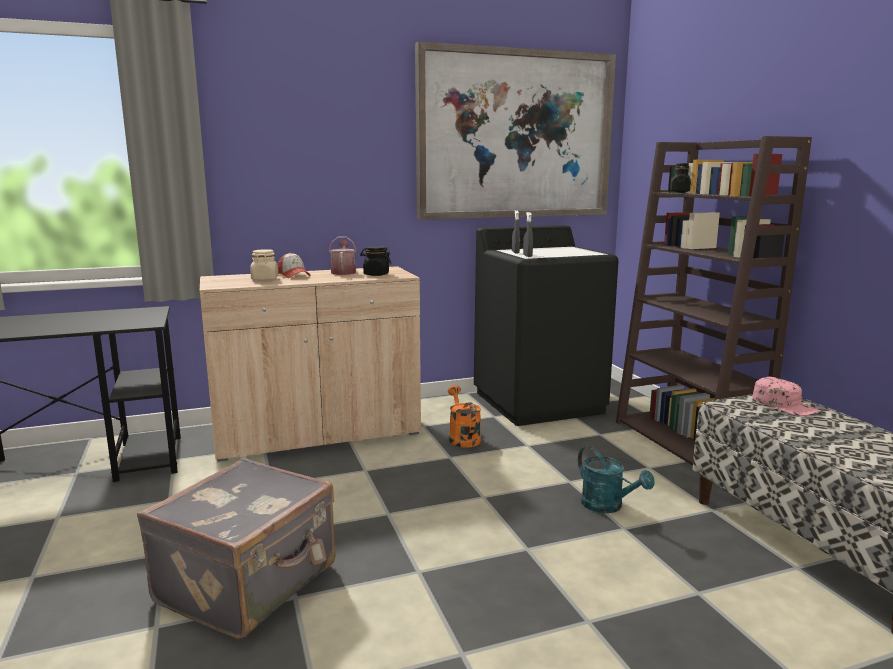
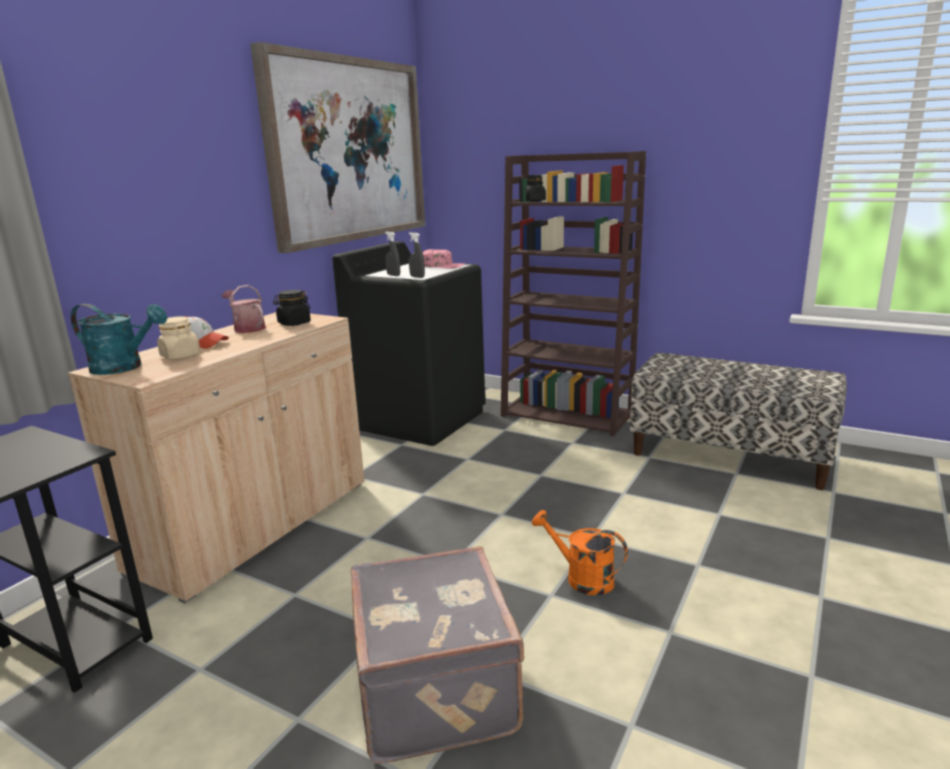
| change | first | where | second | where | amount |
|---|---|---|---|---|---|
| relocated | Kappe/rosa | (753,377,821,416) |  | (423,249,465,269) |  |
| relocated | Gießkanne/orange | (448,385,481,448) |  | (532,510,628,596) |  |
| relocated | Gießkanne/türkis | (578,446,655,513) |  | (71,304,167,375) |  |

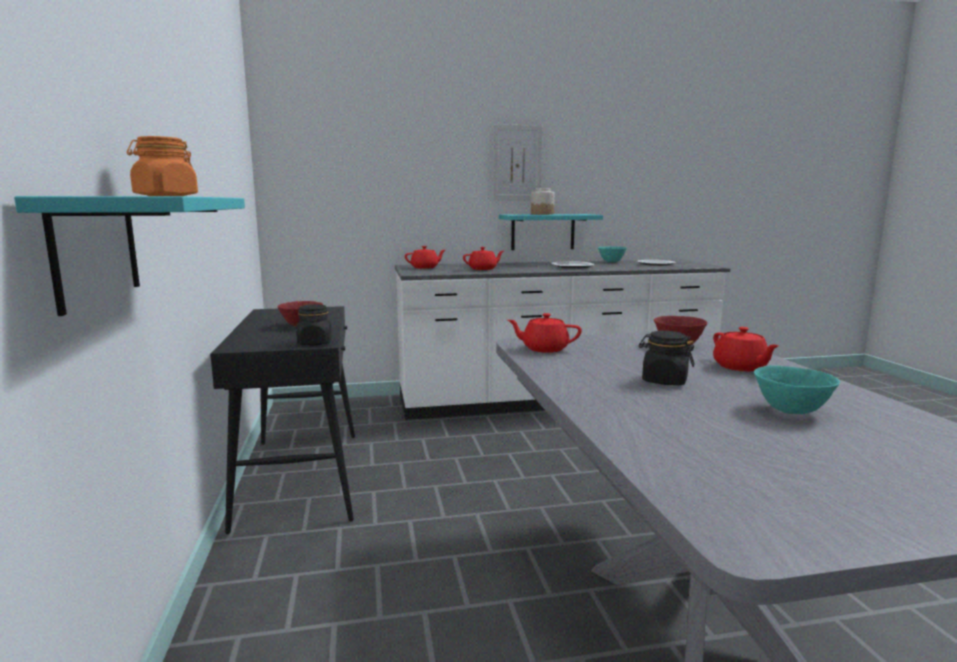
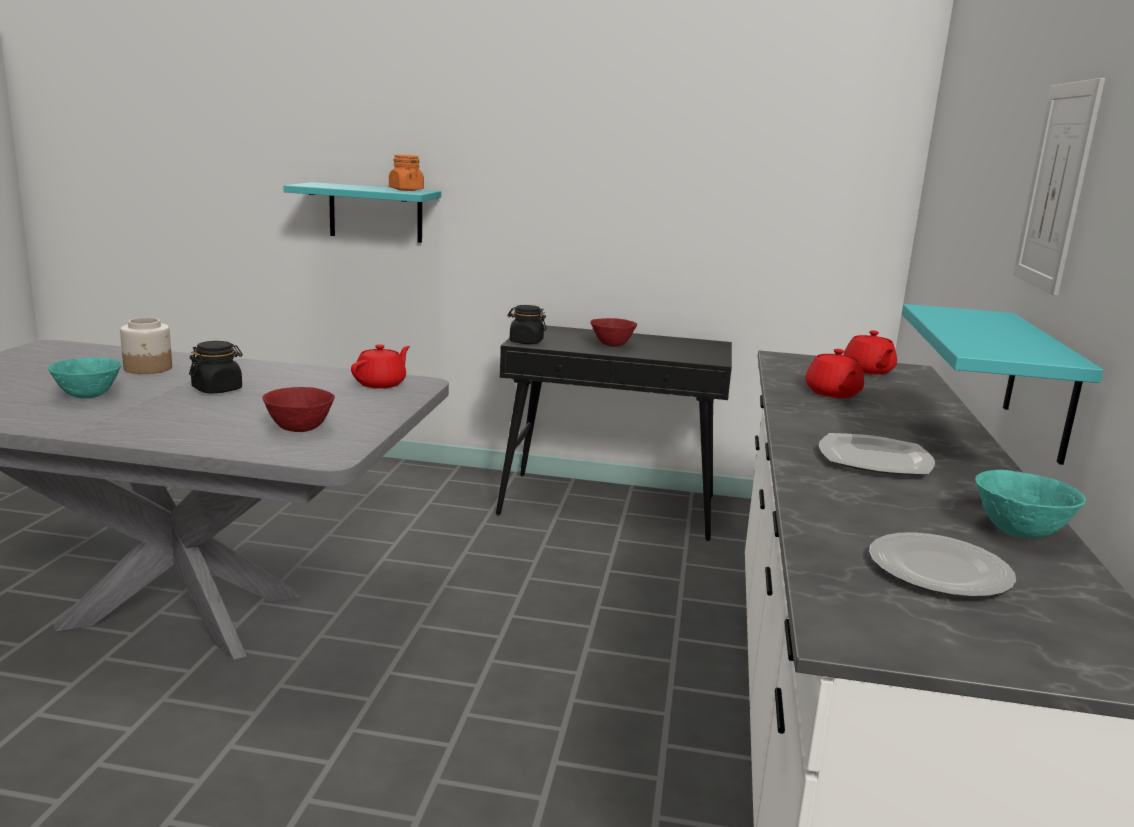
| change | first | where | second | where | amount |
|---|---|---|---|---|---|
| relocated | Vorratsglas | (531,188,555,215) |  | (120,318,172,374) |  |
| missing | Teekanne/rot | (713,327,779,371) |  |  |  |

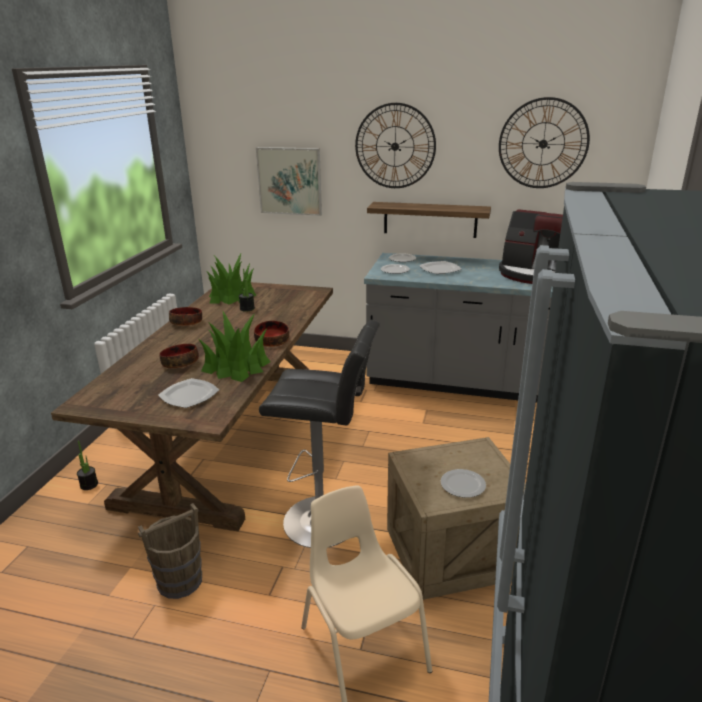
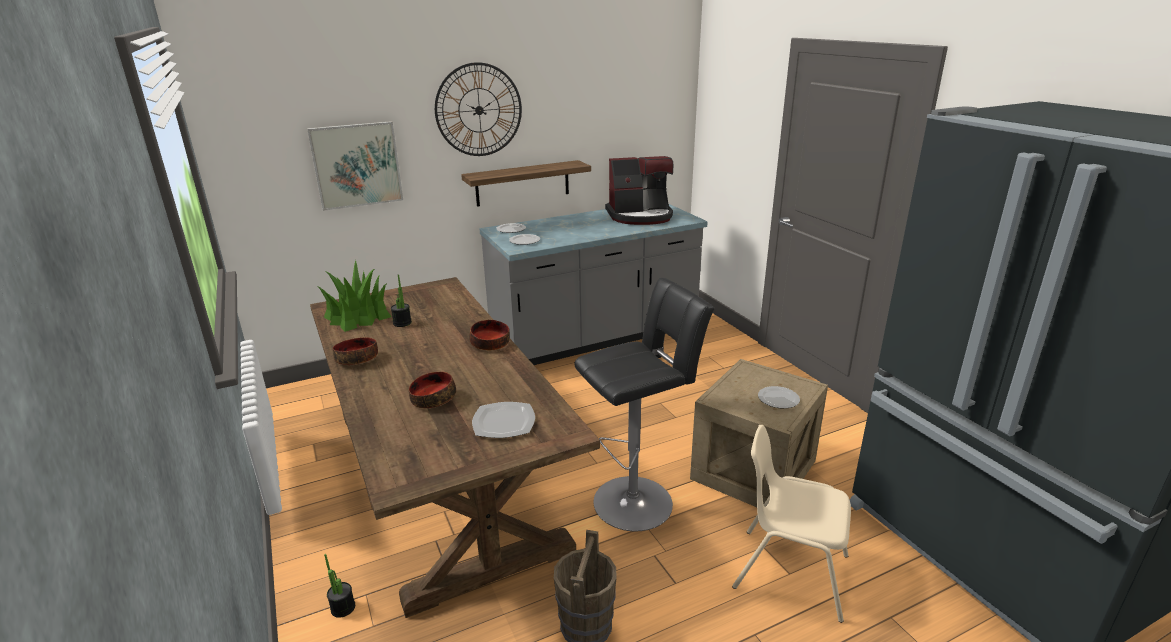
| change | first | where | second | where | amount |
|---|---|---|---|---|---|
| missing | Wanduhr | (499,97,590,188) |  |  |  |
| missing | Teller | (420,261,462,274) |  |  |  |
| missing | Topfpflanze | (199,310,271,382) |  |  |  |

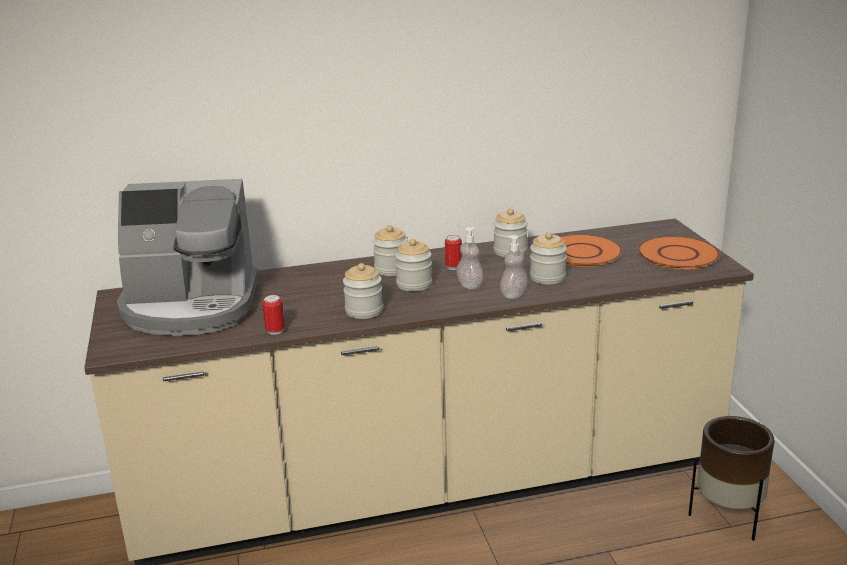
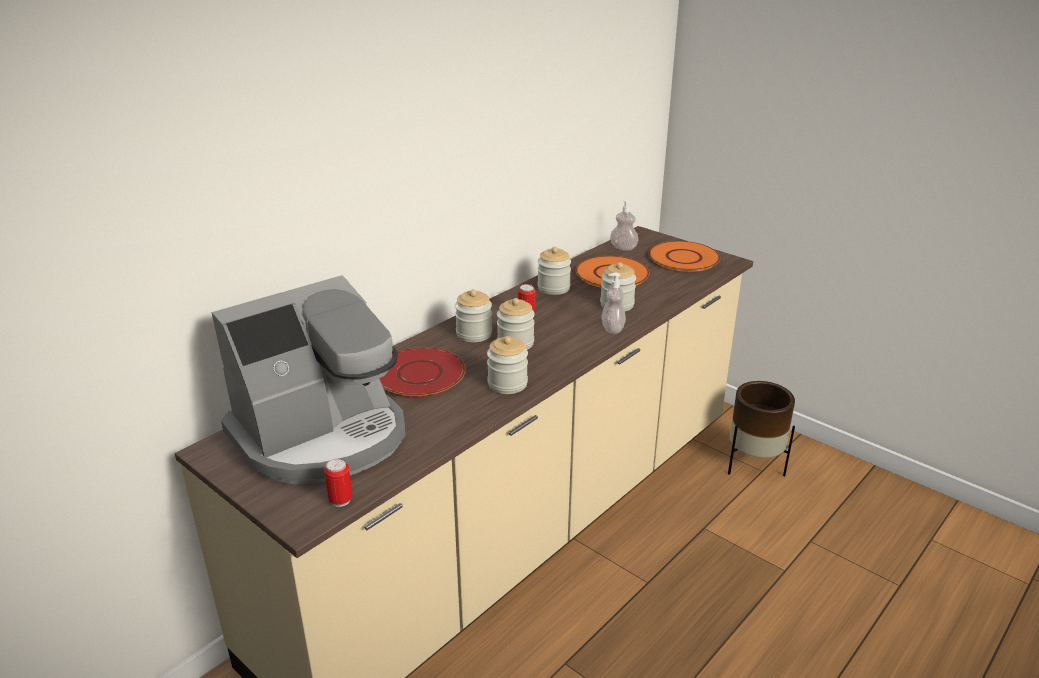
| change | first | where | second | where | amount |
|---|---|---|---|---|---|
| relocated | Seifenspender | (456,227,484,289) |  | (610,199,639,251) |  |
| relocated | Dose | (263,295,285,335) |  | (324,459,352,507) |  |
| appeared |  |  | Teller/rot | (379,347,466,397) |  |

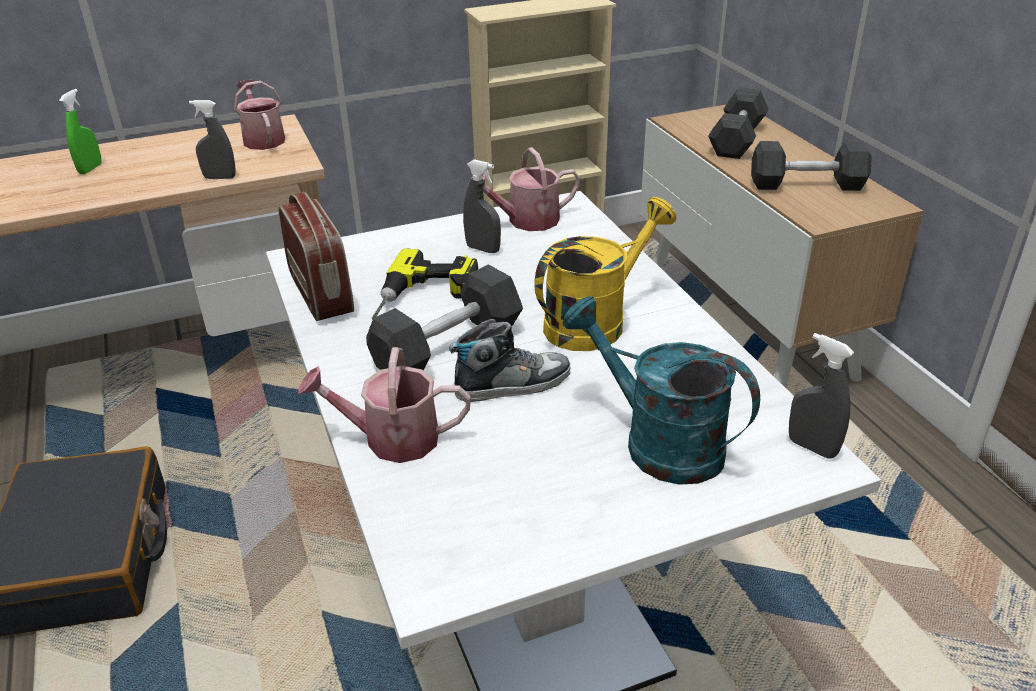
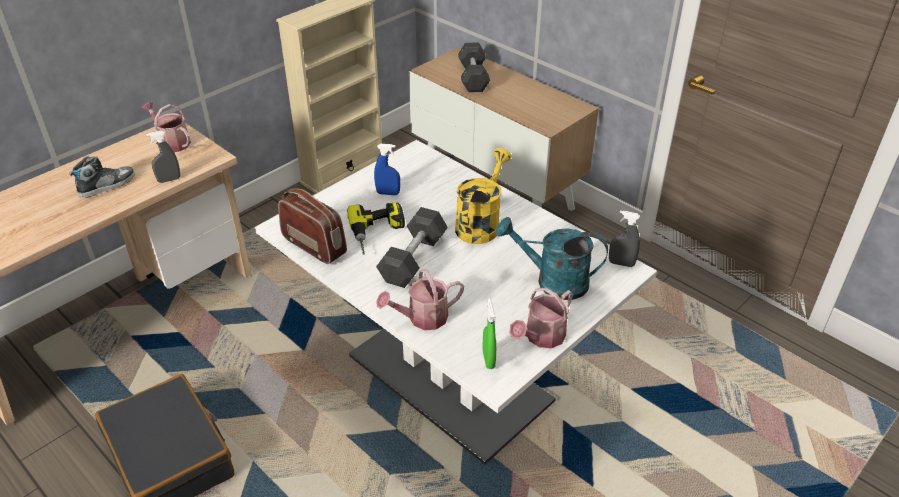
| change | first | where | second | where | amount |
|---|---|---|---|---|---|
| relocated | Sprühflasche/grün | (59,89,102,174) |  | (483,298,496,369) |  |
| missing | Hantel/grau | (751,141,872,191) |  |  |  |
| relocated | Gießkanne | (468,147,580,231) |  | (509,287,573,348) |  |
| colour | Sprühflasche/grau | (463,159,501,253) | Sprühflasche/blau | (374,144,400,195) |  |
| relocated | Schuh | (449,319,571,402) |  | (69,156,135,198) |  |

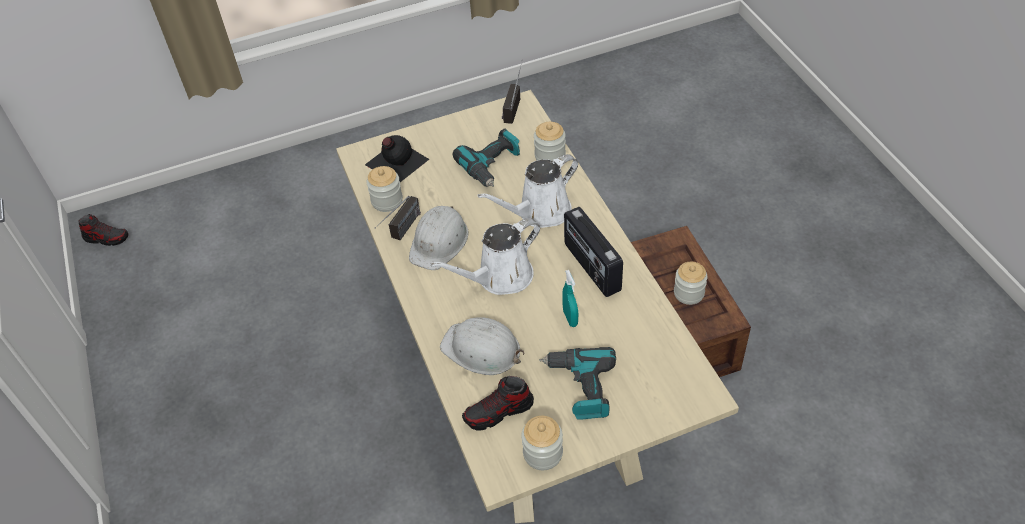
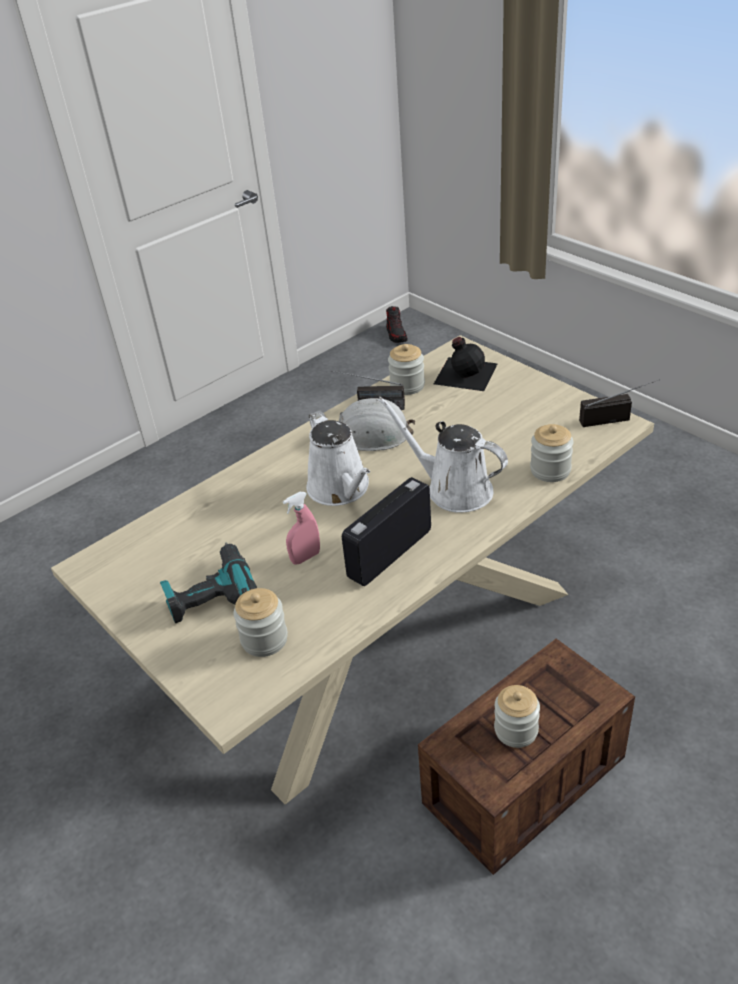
| change | first | where | second | where | amount |
|---|---|---|---|---|---|
| missing | Bohrmaschine | (453,128,520,187) |  |  |  |
| spun | Gießkanne/weiß | (430,218,540,295) |  | (306,411,370,506) | 150 degrees counterclockwise |
| colour | Sprühflasche/türkis | (562,270,578,327) | Sprühflasche/rosa | (283,492,320,565) |  |
| missing | Schutzhelm/weiß | (440,317,524,375) |  |  |  |
| missing | Schuh | (462,376,534,431) |  |  |  |
| relocated | Vorratsglas | (521,416,563,470) |  | (234,588,288,657) |  |

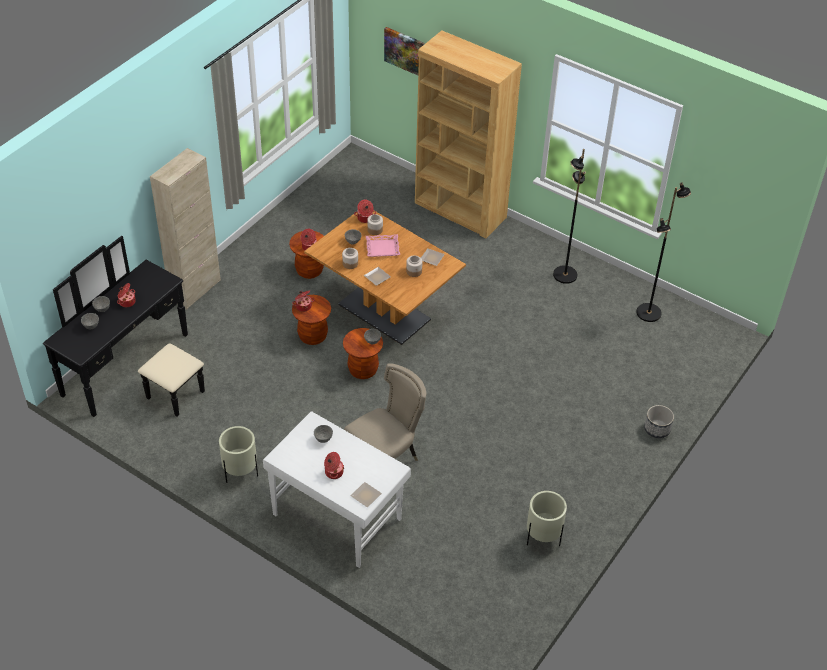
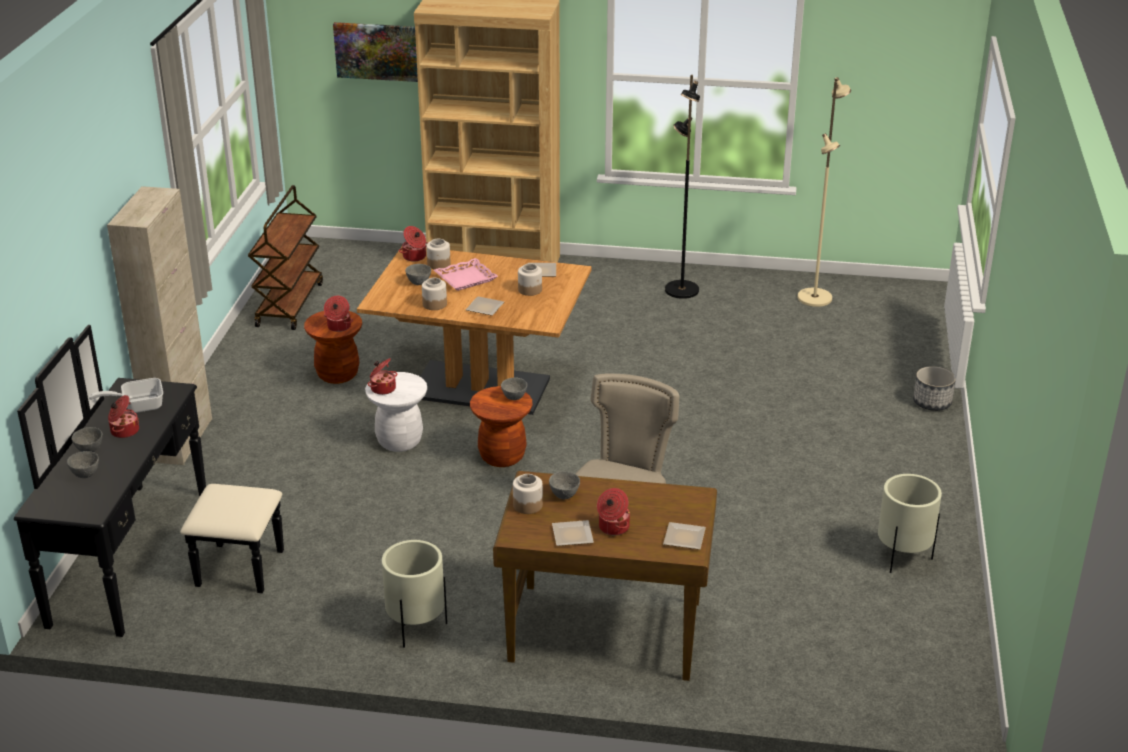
| change | first | where | second | where | amount |
|---|---|---|---|---|---|
| colour | Stehlampe/schwarz | (636,182,691,322) | Stehlampe/beige | (797,77,851,307) |  |
| colour | Hocker/braun | (292,295,331,345) | Hocker/weiß | (365,372,427,452) |  |
| colour | Schreibtisch/weiß | (263,411,411,568) | Schreibtisch/braun | (493,471,717,681) |  |
| appeared |  |  | Rollwagen/braun | (248,185,323,330) |  |
| appeared |  |  | Pfanne | (89,378,163,413) |  |
| appeared |  |  | Vorratsglas | (513,474,543,514) |  |
| appeared |  |  | Teller | (552,520,594,546) |  |

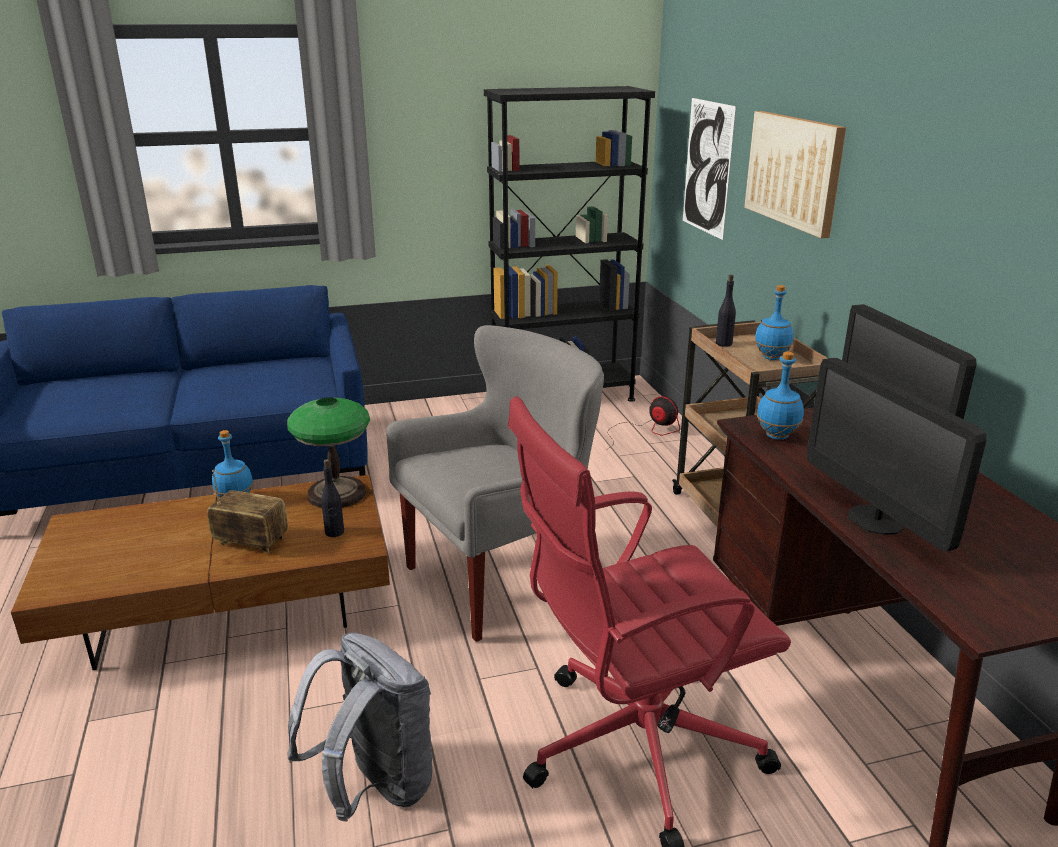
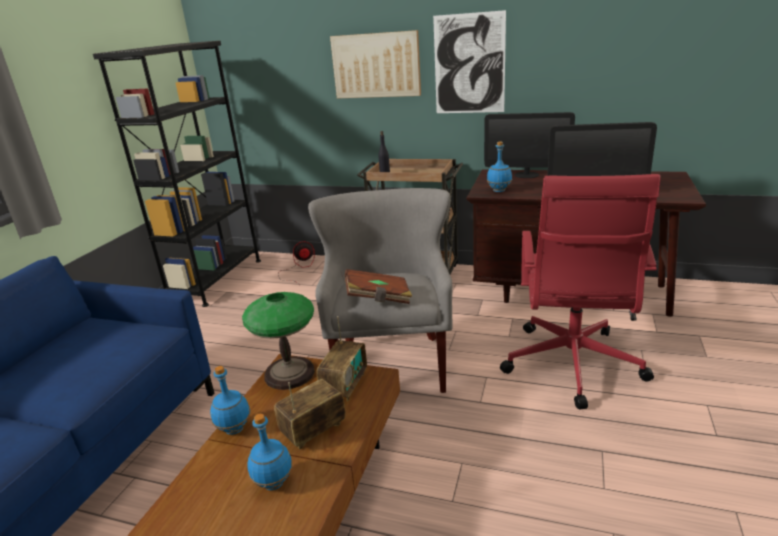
| change | first | where | second | where | amount |
|---|---|---|---|---|---|
| relocated | Bild | (683,98,736,240) |  | (433,10,506,113) |  |
| relocated | Flasche/blau | (755,285,794,360) |  | (247,414,292,490) |  |
| exchanged | Flasche/schwarz | (321,459,344,537) | Radio | (316,316,367,402) |  |
| missing | Rucksack/grau | (288,633,432,821) |  |  |  |
| appeared |  |  | Buch/braun | (345,269,412,304) |  |

